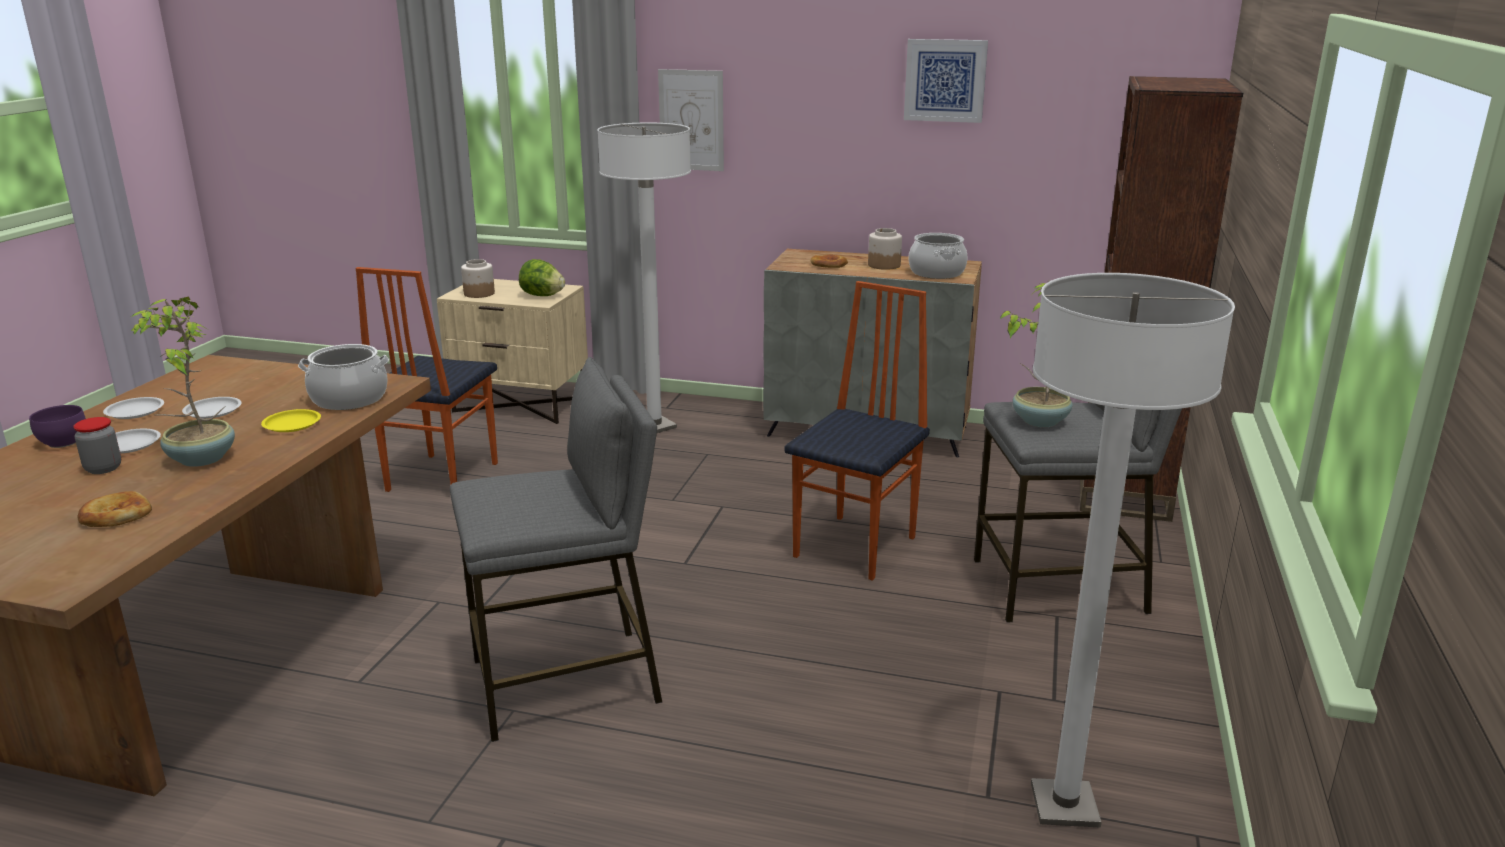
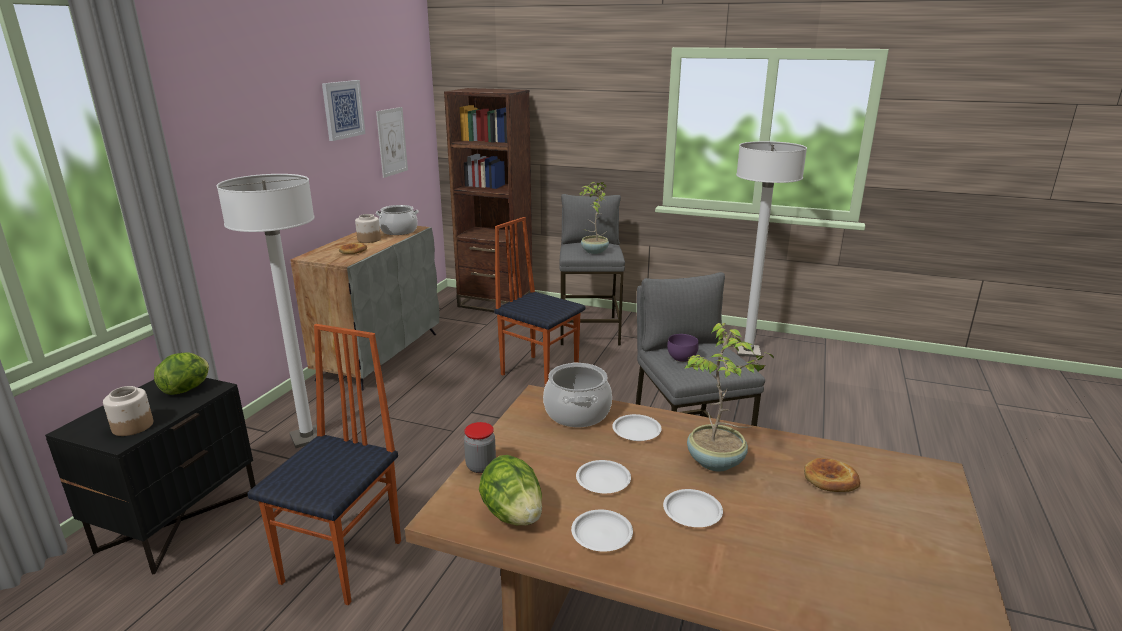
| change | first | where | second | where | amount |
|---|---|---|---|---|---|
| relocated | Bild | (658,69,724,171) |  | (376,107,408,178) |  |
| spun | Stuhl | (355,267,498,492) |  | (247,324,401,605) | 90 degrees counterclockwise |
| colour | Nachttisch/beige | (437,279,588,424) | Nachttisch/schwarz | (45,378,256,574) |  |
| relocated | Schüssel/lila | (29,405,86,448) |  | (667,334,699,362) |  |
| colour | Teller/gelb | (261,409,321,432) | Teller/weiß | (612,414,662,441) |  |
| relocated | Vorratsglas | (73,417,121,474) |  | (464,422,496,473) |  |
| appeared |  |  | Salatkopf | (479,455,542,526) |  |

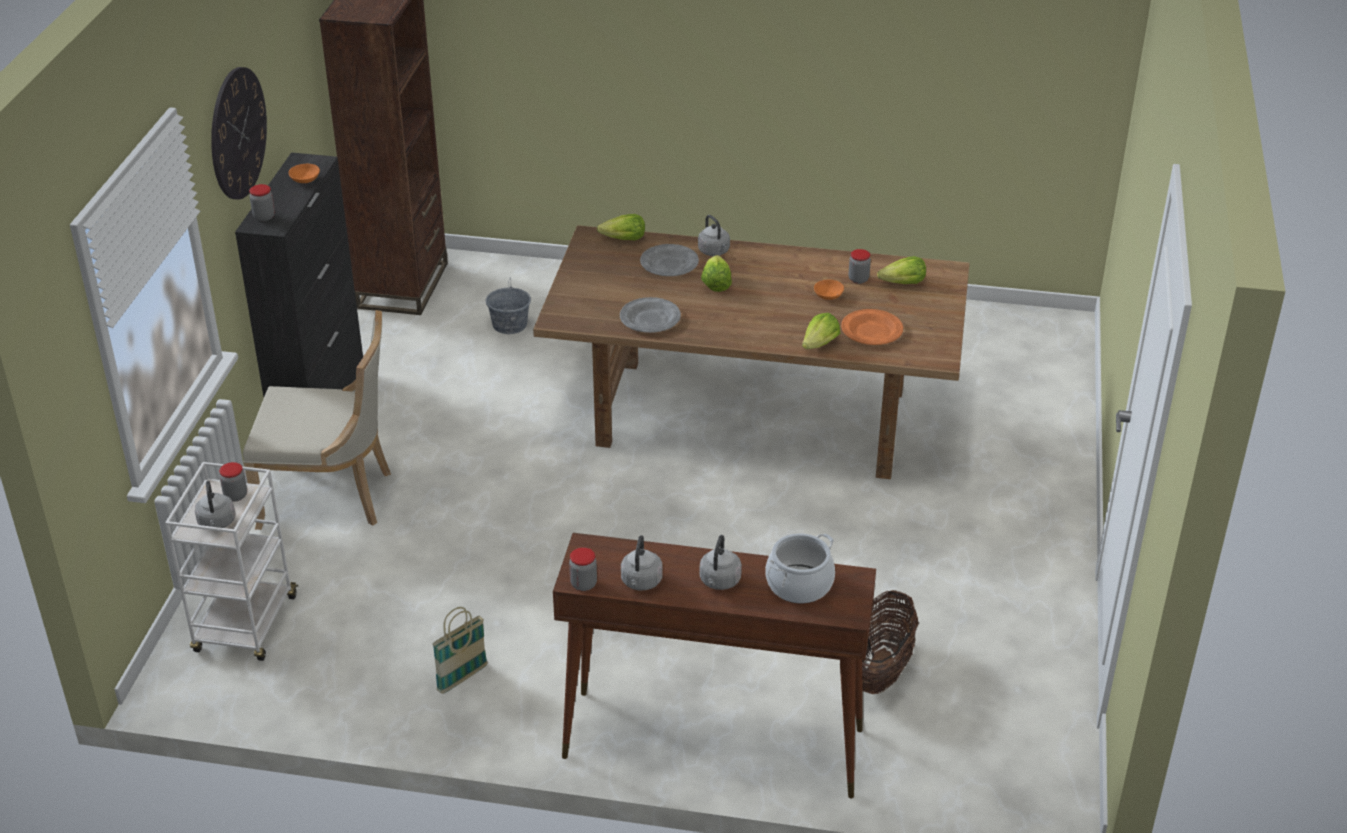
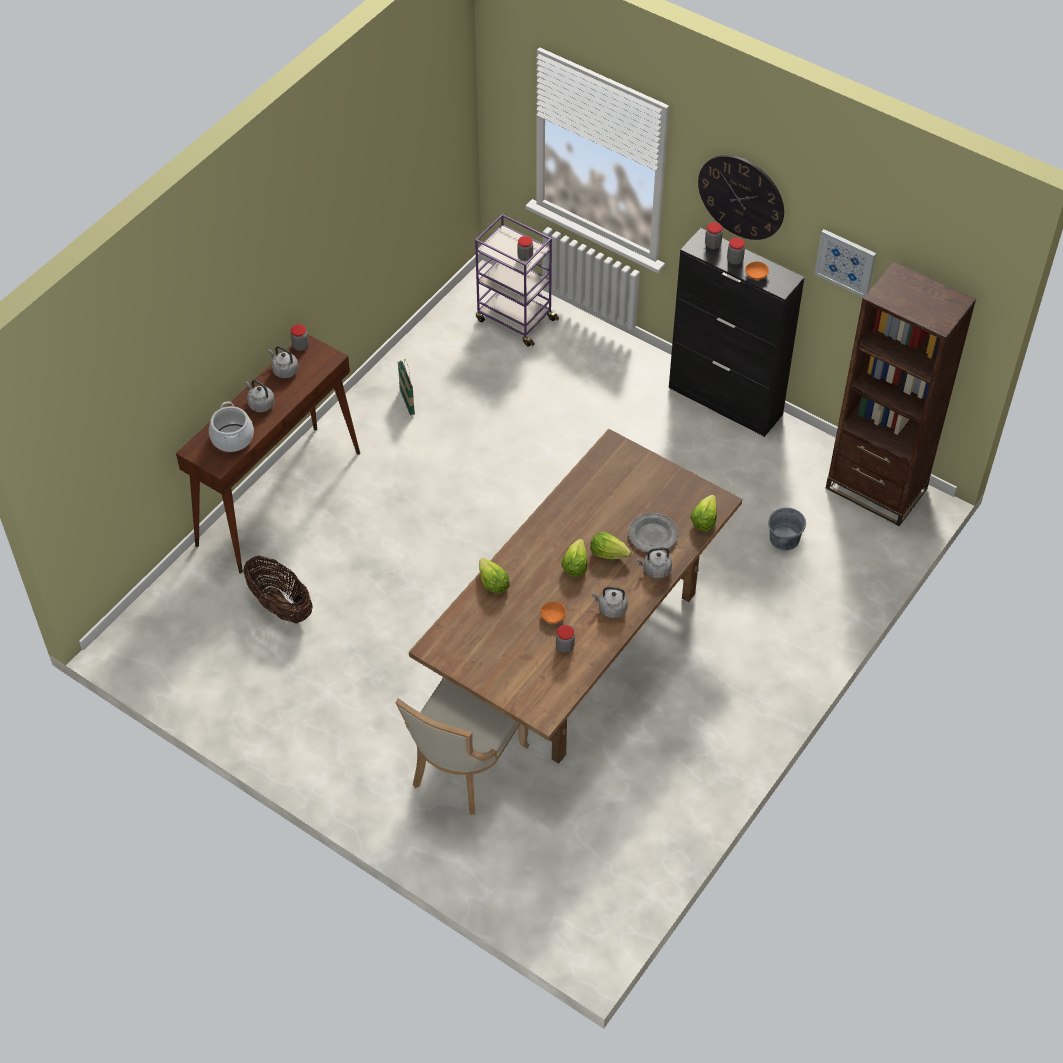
| change | first | where | second | where | amount |
|---|---|---|---|---|---|
| relocated | Salatkopf | (877,256,926,284) |  | (561,539,588,577) |  |
| missing | Teller/grau | (620,297,681,333) |  |  |  |
| missing | Teller/orange | (841,309,903,345) |  |  |  |
| relocated | Stuhl/beige | (243,310,391,530) |  | (395,677,530,815) |  |
| colour | Rollwagen/weiß | (165,462,298,661) | Rollwagen/lila | (475,214,559,347) |  |
| relocated | Wasserkessel/grau | (195,481,236,528) |  | (592,587,628,618) |  |
| appeared |  |  | Bild | (814,229,876,297) |  |
| appeared |  |  | Vorratsglas | (727,238,745,265) |  |

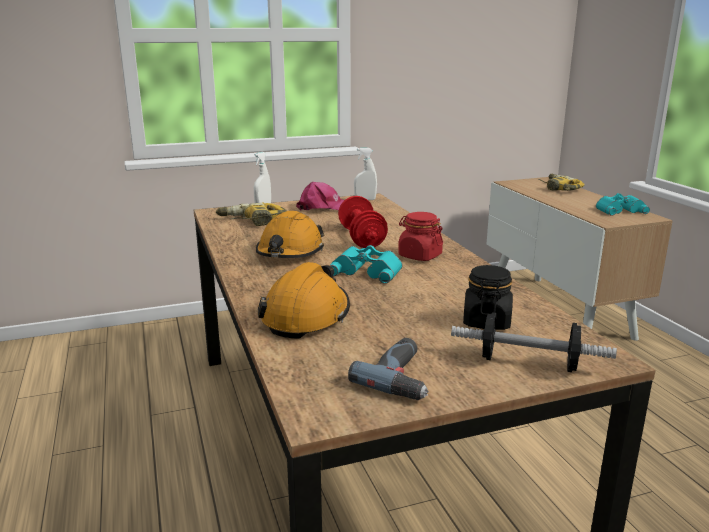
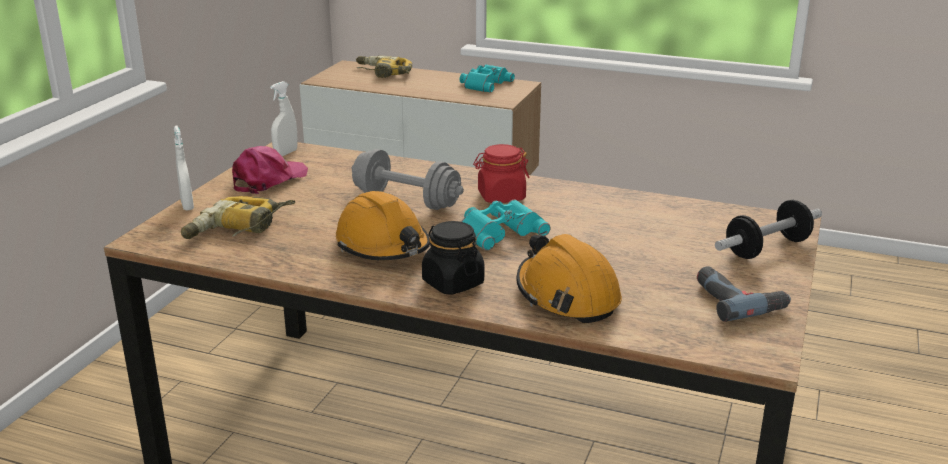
| change | first | where | second | where | amount |
|---|---|---|---|---|---|
| colour | Hantel/rot | (338,196,388,248) | Hantel/grau | (352,149,464,210) |  |
| relocated | Vorratsglas/schwarz | (463,265,513,330) |  | (422,221,484,295) |  |

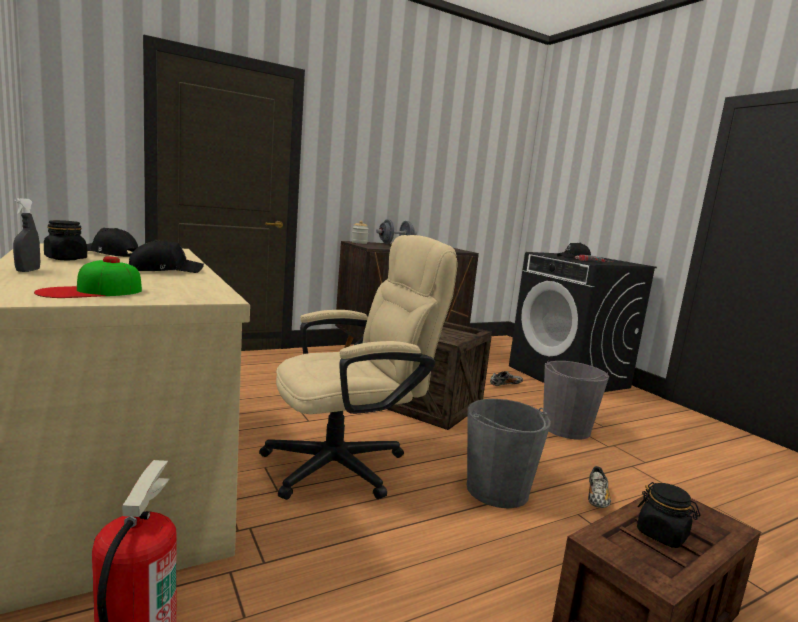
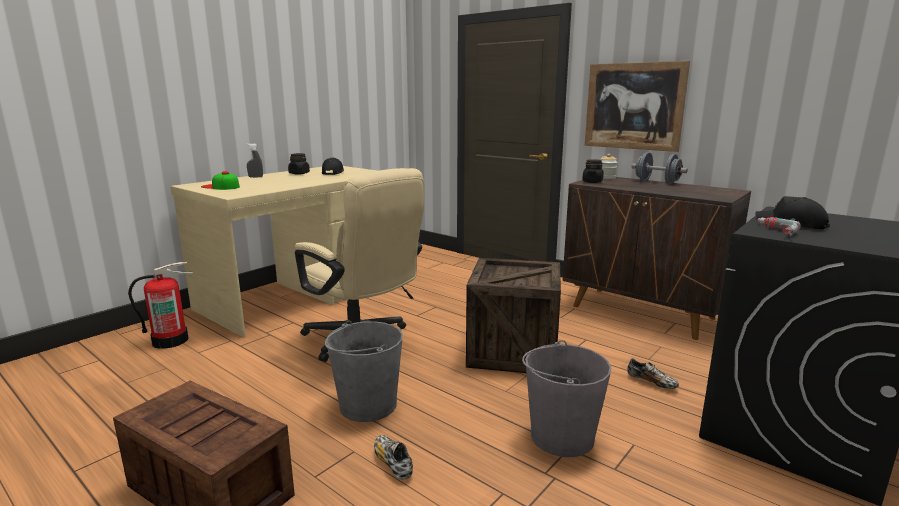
| change | first | where | second | where | amount |
|---|---|---|---|---|---|
| missing | Kappe/schwarz | (129,240,204,273) |  |  |  |
| spun | Schuh | (588,466,611,508) |  | (374,435,413,480) | 60 degrees clockwise |
| relocated | Vorratsglas/schwarz | (637,482,700,548) |  | (582,159,604,183) |  |
| appeared |  |  | Bild | (585,61,690,152) |  |

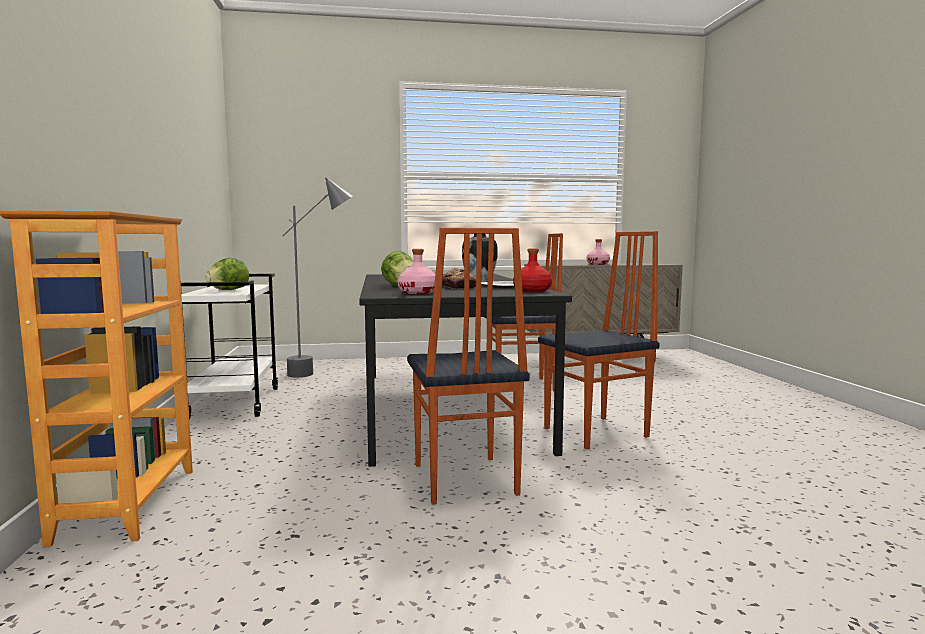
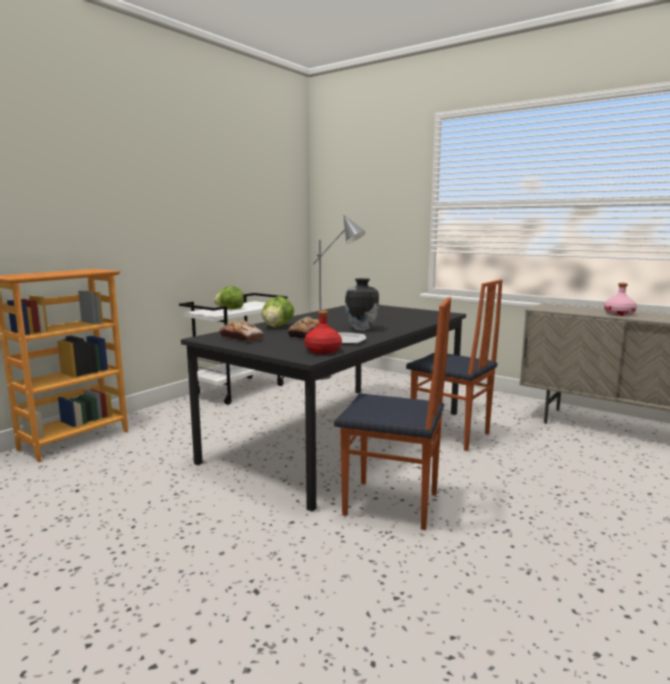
| change | first | where | second | where | amount |
|---|---|---|---|---|---|
| missing | Stuhl | (407,227,530,505) |  |  |  |
| exchanged | Flasche/rosa | (398,249,435,294) | Brot | (219,320,264,342) |  |

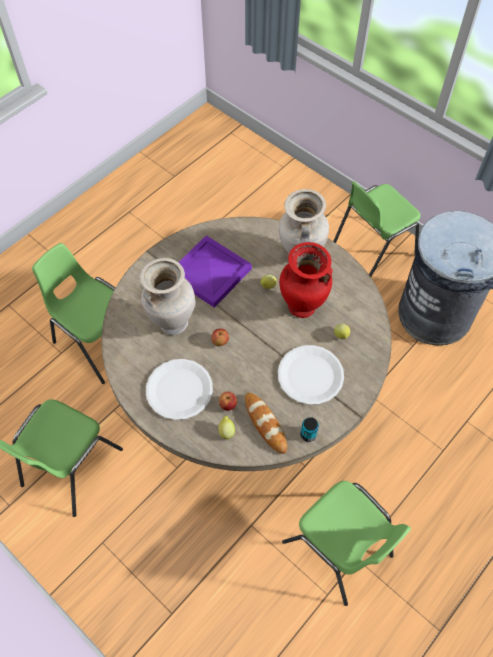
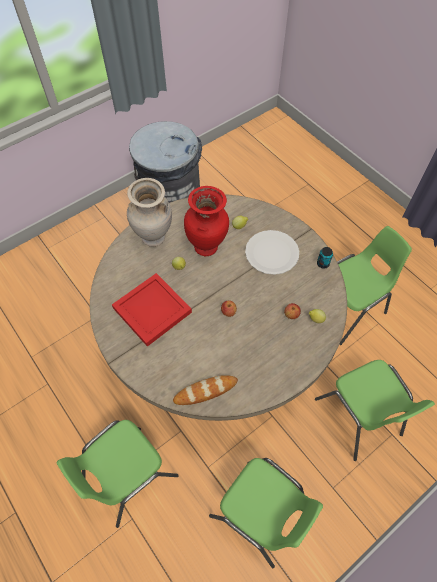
| change | first | where | second | where | amount |
|---|---|---|---|---|---|
| relocated | Stuhl/grün | (333,181,421,277) |  | (315,360,435,461) |  |
| colour | Tablett/lila | (179,235,252,308) | Tablett/rot | (112,273,192,347) |  |
| missing | Vase/beige | (140,258,196,335) |  |  |  |
| missing | Teller/weiß | (146,359,213,420) |  |  |  |
| relocated | Brot | (245,393,287,454) |  | (173,375,238,405) |  |

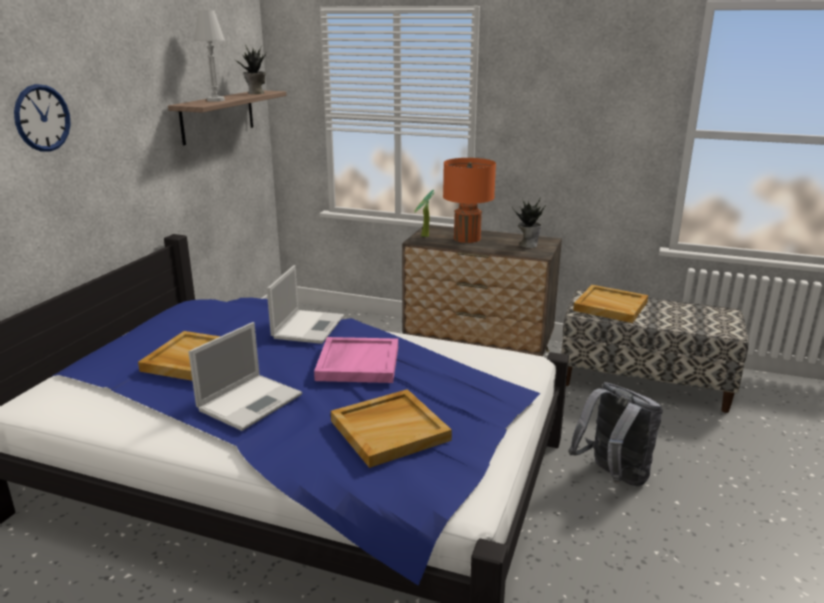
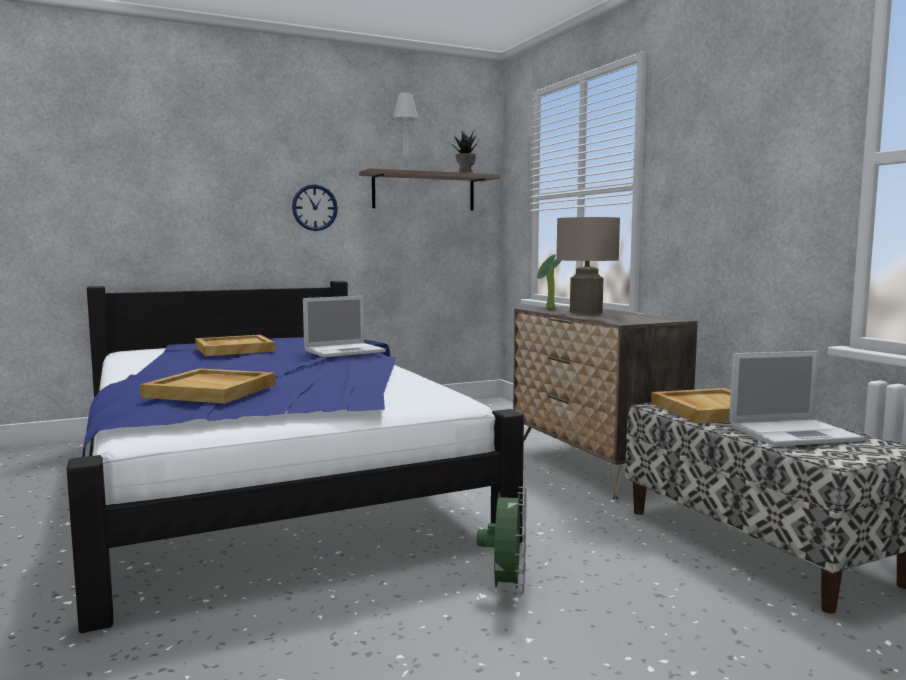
| change | first | where | second | where | amount |
|---|---|---|---|---|---|
| relocated | Wanduhr | (14,84,71,152) |  | (292,184,338,231) |  |
| colour | Tischlampe/orange | (443,158,496,243) | Tischlampe/beige | (556,217,620,314) |  |
| missing | Topfpflanze | (512,198,546,248) |  |  |  |
| relocated | Laptop | (188,322,302,431) |  | (729,351,864,446) |  |
| missing | Tablett/rosa | (314,337,398,383) |  |  |  |
| exchanged | Rucksack/grau | (569,382,663,486) | Ventilator/grün | (477,487,527,596) |  |

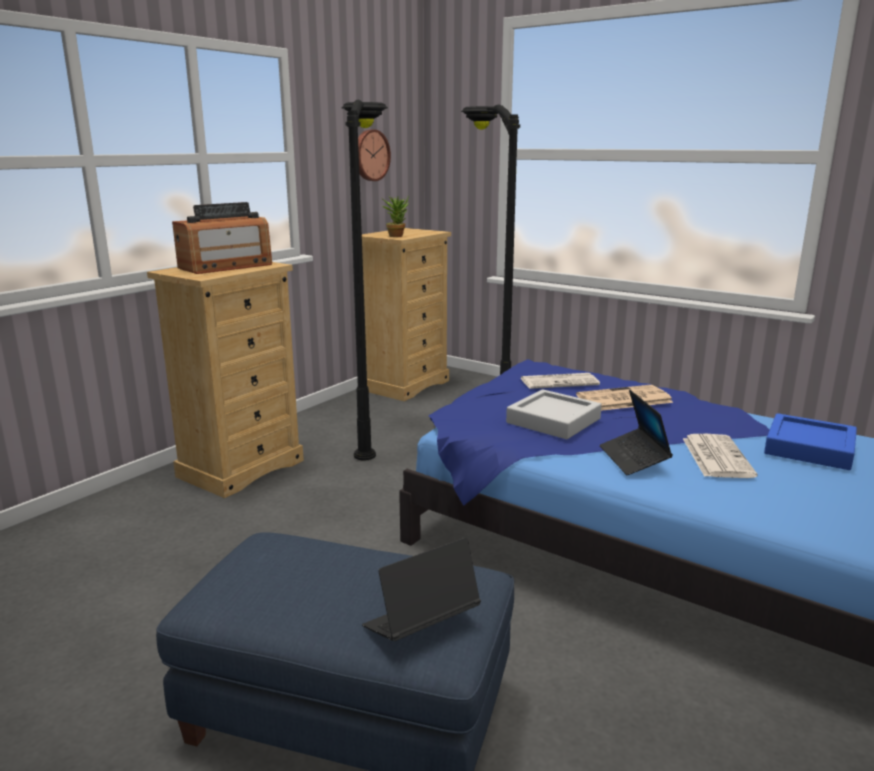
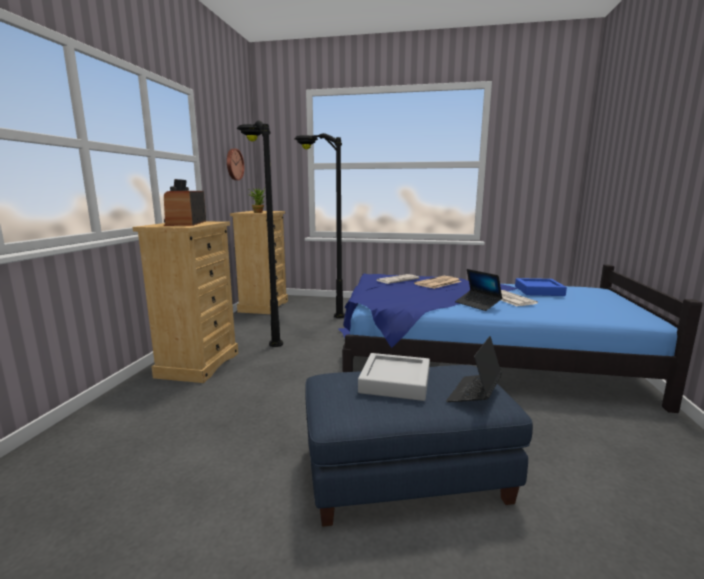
| change | first | where | second | where | amount |
|---|---|---|---|---|---|
| spun | Radio | (172,202,272,274) |  | (164,179,206,226) | 150 degrees clockwise |
| relocated | Tablett/grau | (506,389,602,439) |  | (358,353,430,401) |  |

